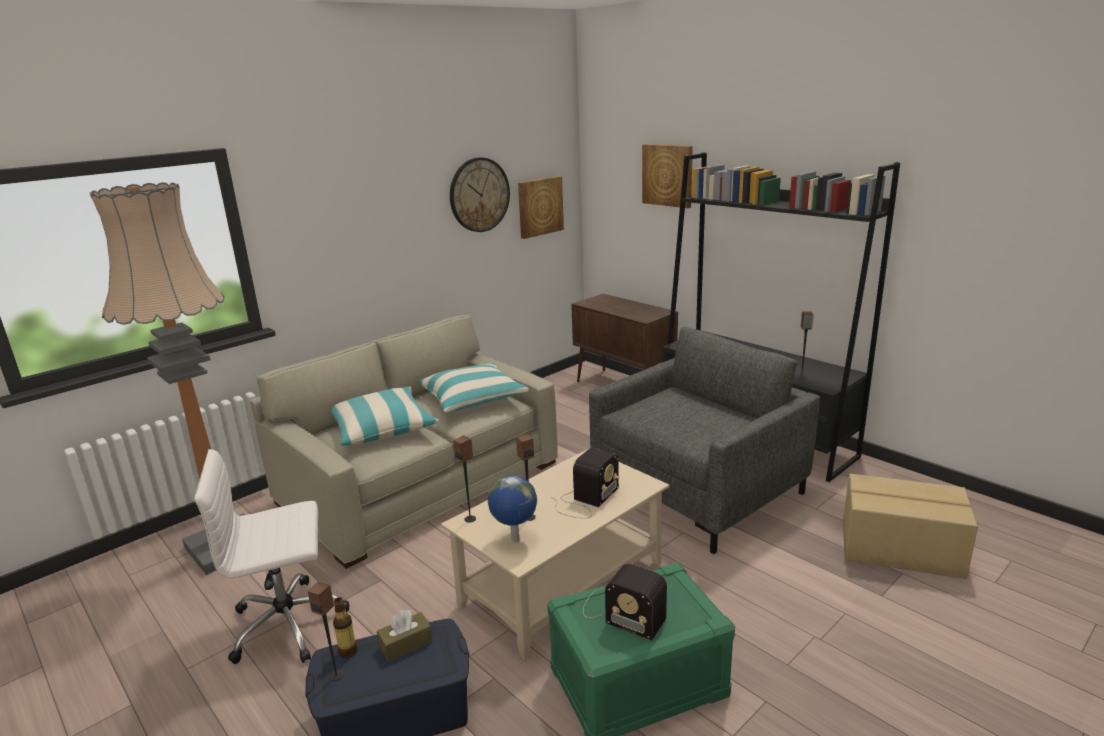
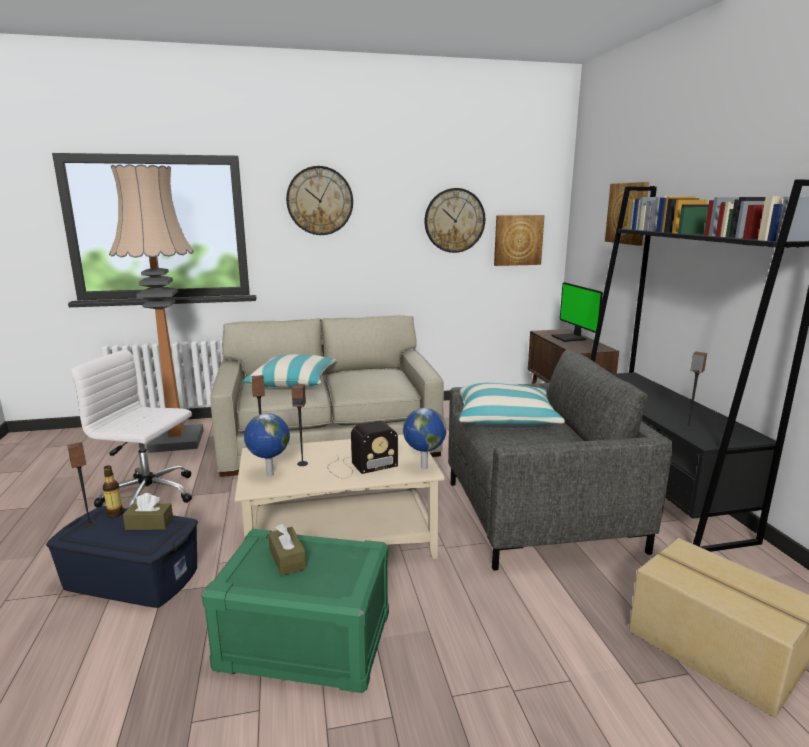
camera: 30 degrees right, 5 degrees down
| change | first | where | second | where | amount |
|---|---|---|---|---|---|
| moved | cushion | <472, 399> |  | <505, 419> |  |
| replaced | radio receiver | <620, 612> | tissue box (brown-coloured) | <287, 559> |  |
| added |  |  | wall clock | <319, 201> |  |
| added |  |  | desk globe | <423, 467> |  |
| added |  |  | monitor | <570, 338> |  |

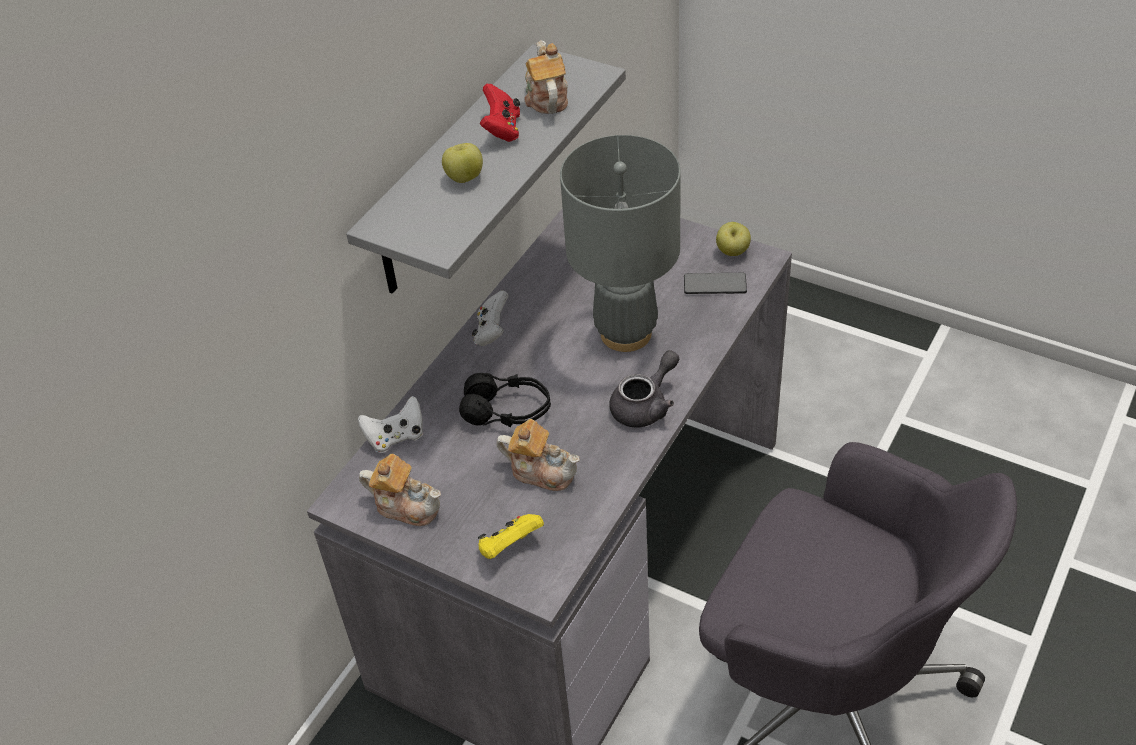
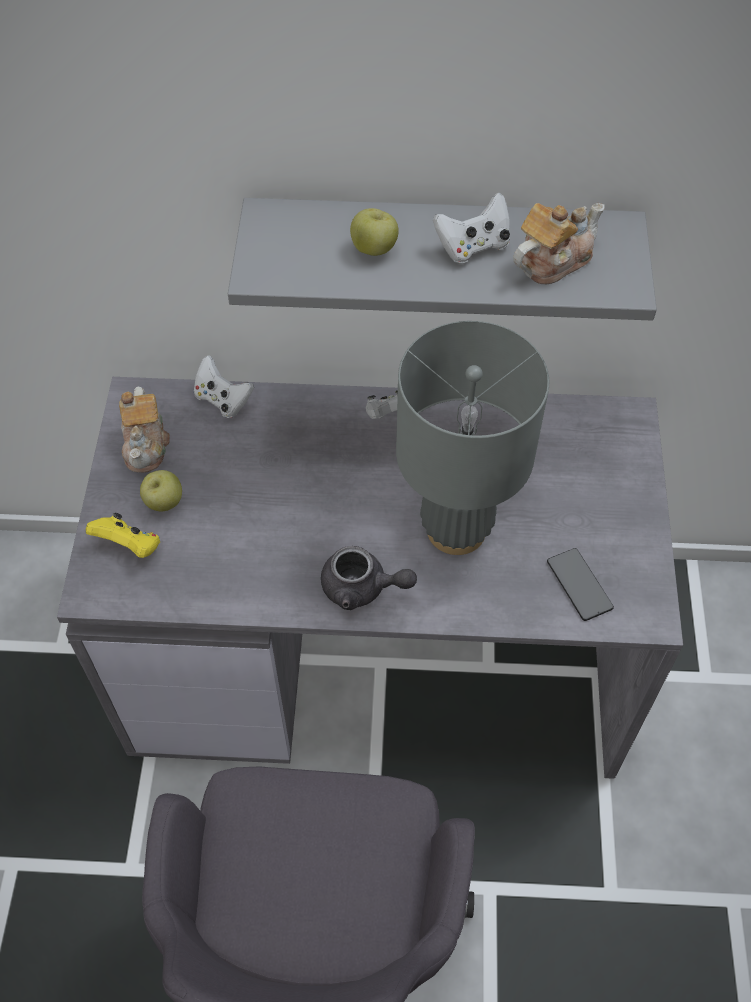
camera: 60 degrees right, 10 degrees up
| change | first | where | second | where | amount |
|---|---|---|---|---|---|
| removed | pair of headphones (black-coloured) | <507, 411> |  |  |  |
| recoloured | joypad (red-coloured) | <502, 129> | joypad (white-coloured) | <473, 246> |  |
| removed | teapot | <541, 471> |  |  |  |
| moved | whole apple | <732, 252> |  | <164, 502> |  |

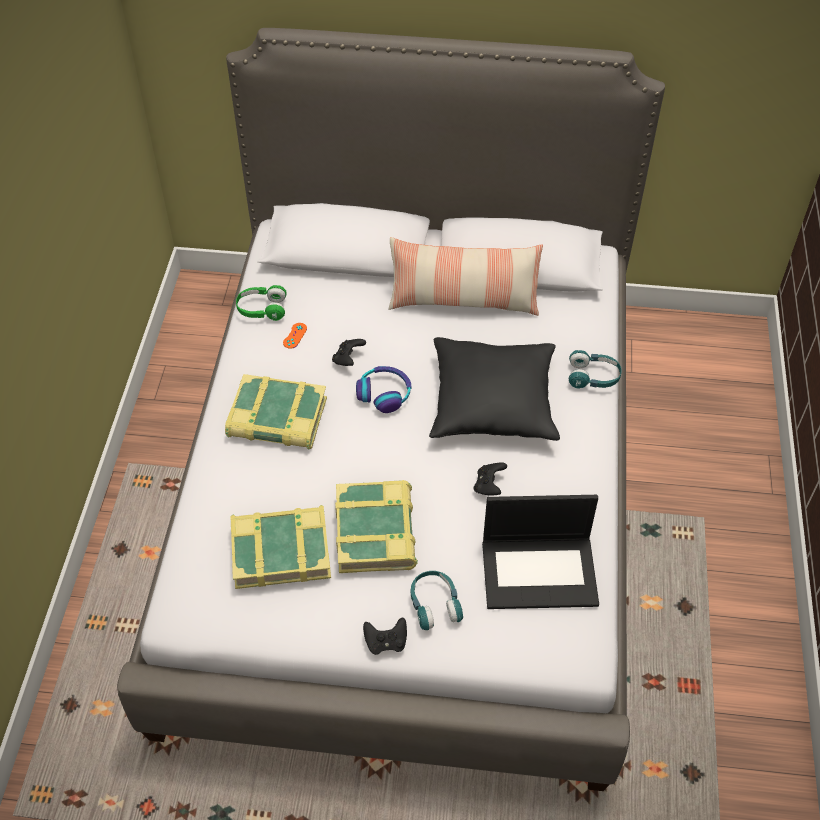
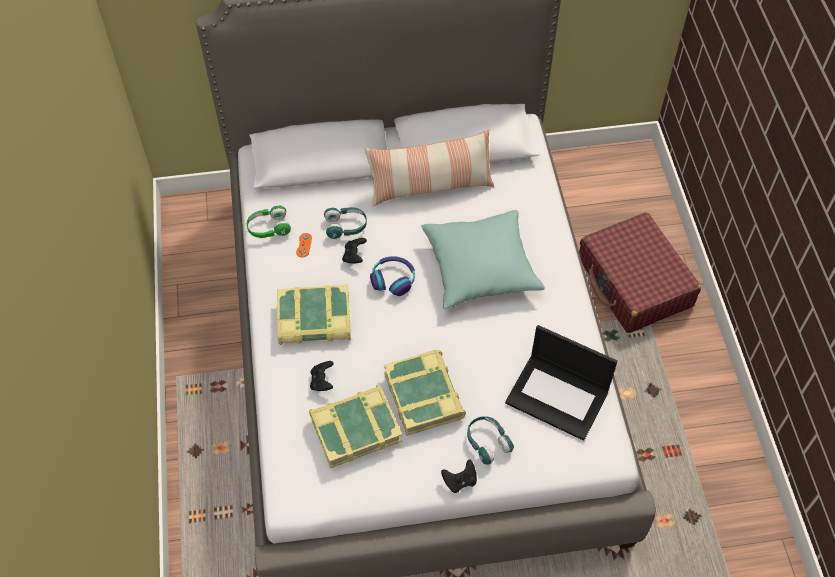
camera: 15 degrees left, 5 degrees up
| change | first | where | second | where | amount |
|---|---|---|---|---|---|
| recoloured | cushion (black-coloured) | <493, 402> | cushion (turquoise-coloured) | <480, 268> |  |
| moved | joypad (black-coloured) | <489, 486> |  | <322, 381> |  |
| turned | notebook computer | <540, 571> |  | <558, 397> | 45 degrees clockwise |
| moved | pair of headphones (turquoise-coloured) | <593, 377> |  | <346, 226> |  |
| added |  |  | piece of luggage (red-coloured) | <634, 283> |  |

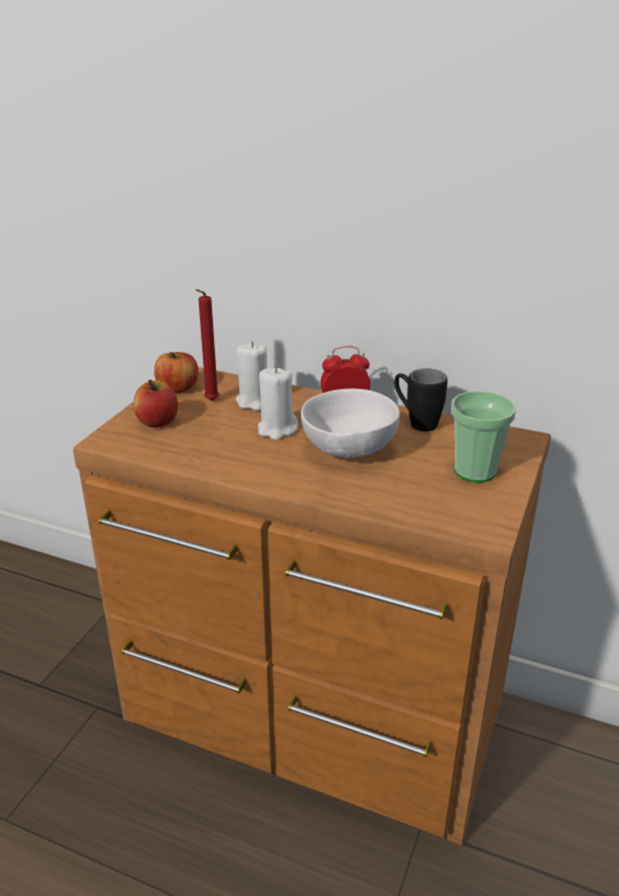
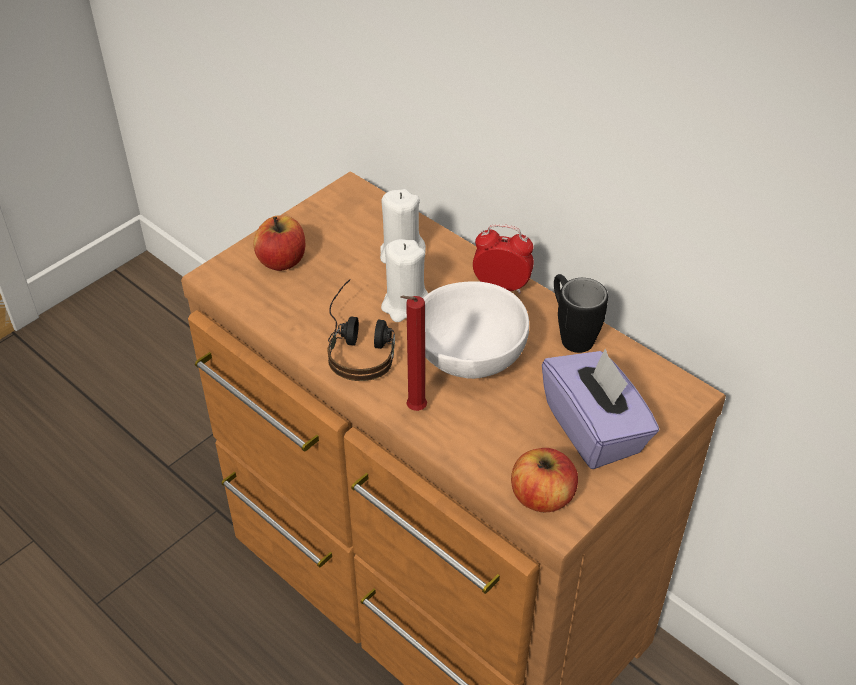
camera: 20 degrees right, 15 degrees up
| change | first | where | second | where | amount |
|---|---|---|---|---|---|
| moved | whole apple | <178, 388> |  | <542, 496> |  |
| moved | wax candle (red-coloured) | <210, 402> |  | <413, 410> |  |
| replaced | small cup | <475, 471> | tissue box (purple-coloured) | <594, 429> |  |
| added |  |  | pair of headphones | <361, 343> |  |

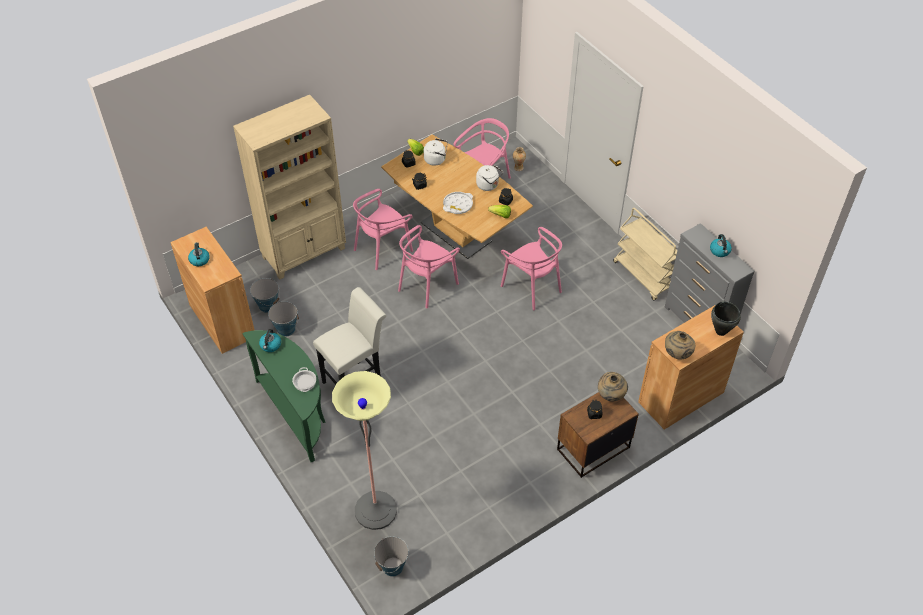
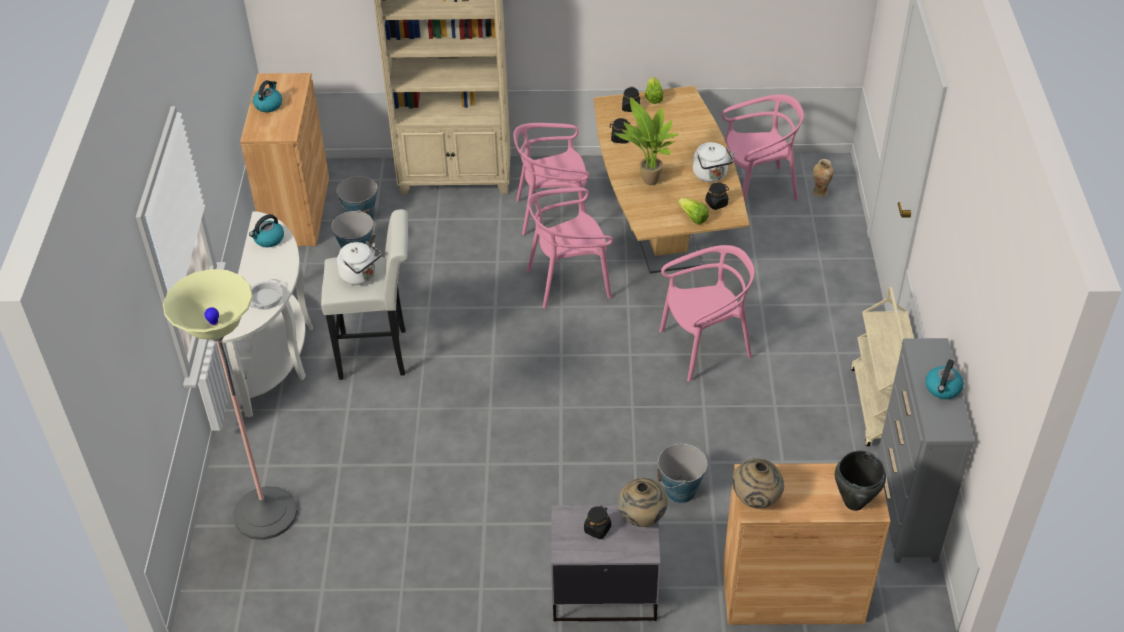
camera: 35 degrees right, 5 degrees down
| change | first | where | second | where | amount |
|---|---|---|---|---|---|
| recoloured | console table (green-coloured) | <297, 413> | console table (white-coloured) | <281, 353> |  |
| moved | water bucket | <392, 566> |  | <680, 491> |  |
| moved | kettle (white-coloured) | <436, 159> |  | <361, 276> |  |
| replaced | serving tray (white-coloured) | <458, 205> | plant in a pot | <647, 182> |  |
| turned | chair (pinkish) | <532, 287> |  | <705, 347> | 105 degrees counterclockwise |
| recoloured | bedside table (brown-coloured) | <592, 448> | bedside table (grey) | <603, 592> |  |

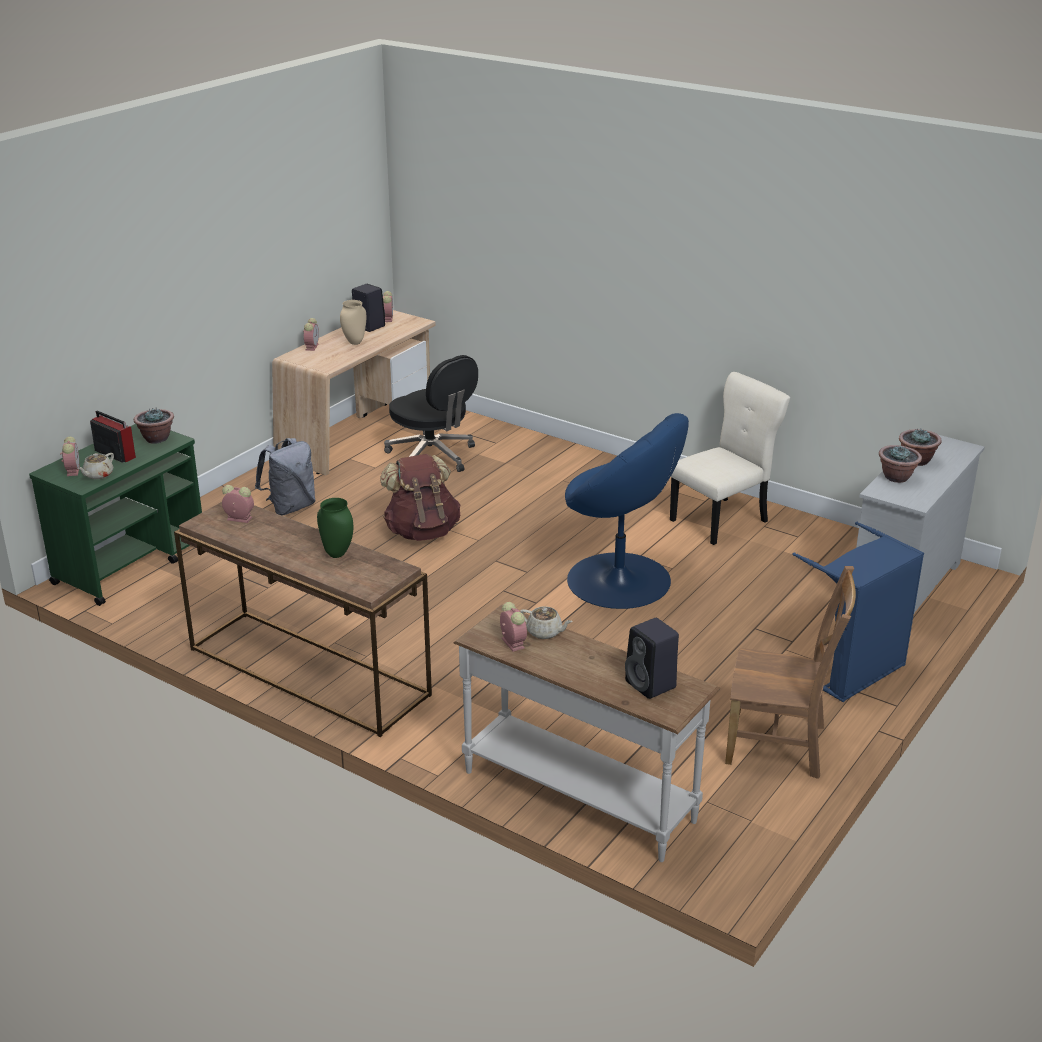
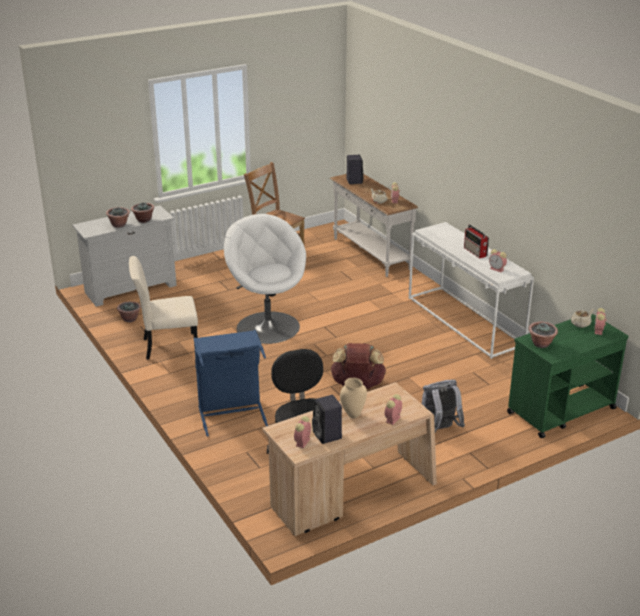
camera: 155 degrees left, 0 degrees up
| change | first | where | second | where | amount |
|---|---|---|---|---|---|
| moved | radio receiver | <114, 453> |  | <475, 252> |  |
| recoloured | console table (brown-coloured) | <306, 672> | console table (white-coloured) | <466, 321> |  |
| removed | decorative vase (green-coloured) | <337, 554> |  |  |  |
| recoloured | lounge chair (bluish) | <620, 581> | lounge chair (white-coloured) | <267, 326> |  |
| moved | washing basket (bluish) | <852, 672> |  | <231, 413> |  |
| added |  |  | plant in a pot | <130, 319> |  |

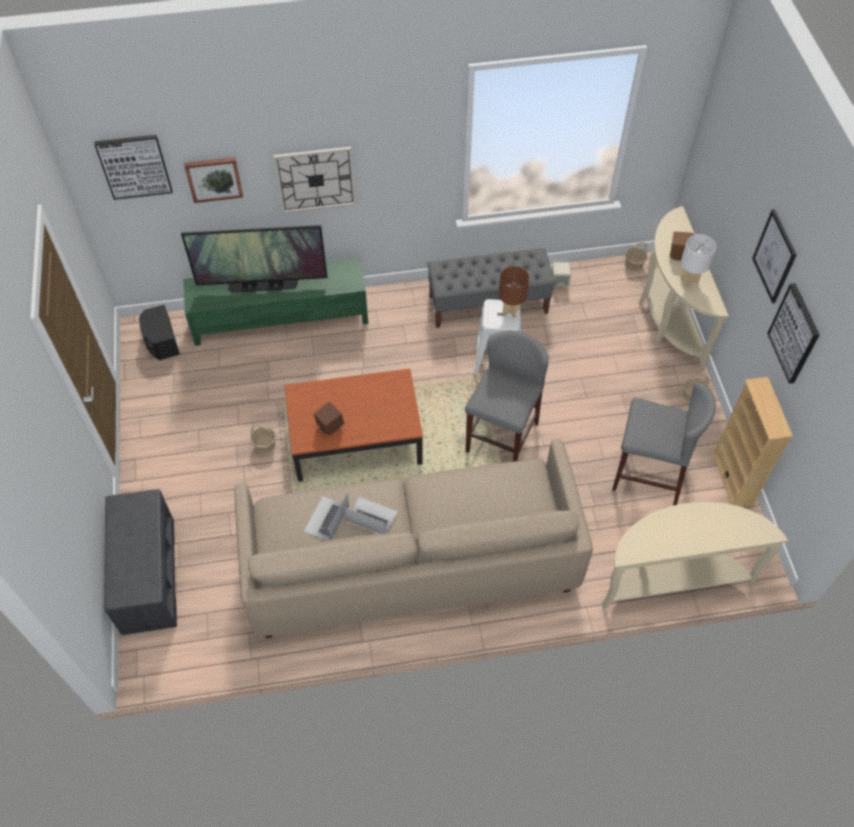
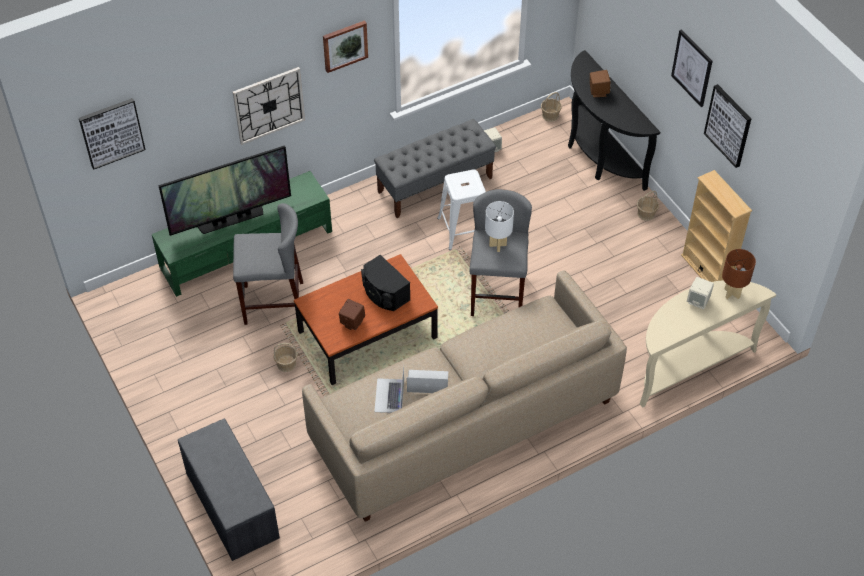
camera: 20 degrees left, 5 degrees down
| change | first | where | second | where | amount |
|---|---|---|---|---|---|
| moved | audio speaker (black-coloured) | <161, 341> |  | <384, 293> |  |
| moved | wall art | <214, 178> |  | <344, 45> |  |
| moved | tabletop lamp (brown-coloured) | <510, 311> |  | <731, 293> |  |
| moved | sitting stool (grey) | <648, 474> |  | <273, 303> |  |
| recoloured | console table (beige-coloured) | <666, 320> | console table (black-coloured) | <598, 155> |  |
| moved | tabletop lamp (white-coloured) | <689, 280> |  | <497, 245> |  |
| added |  |  | audio speaker (beige-coloured) | <698, 301> |  |

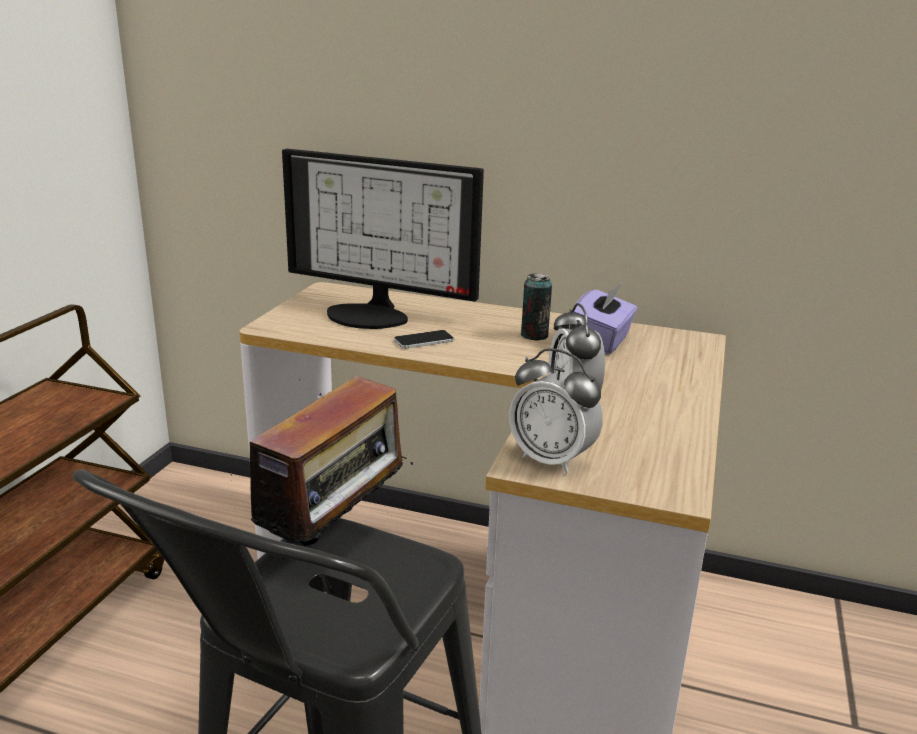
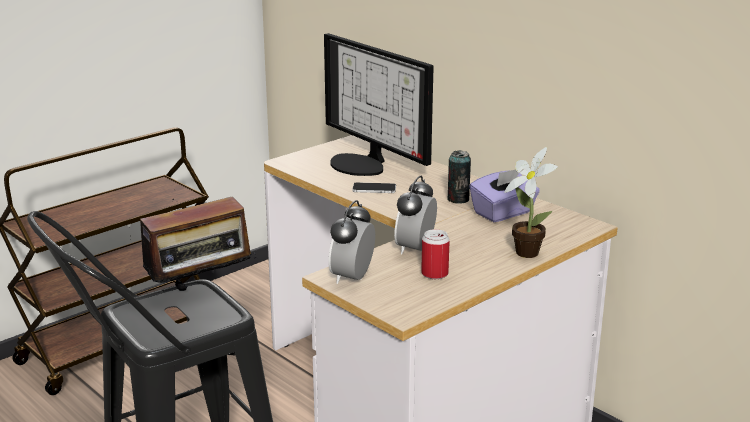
camera: 30 degrees right, 0 degrees up
| change | first | where | second | where | amount |
|---|---|---|---|---|---|
| turned | table clock | <552, 460> |  | <352, 278> | 45 degrees clockwise |
| added |  |  | sealed can | <434, 274> |  |
| added |  |  | plant in a pot | <526, 251> |  |

